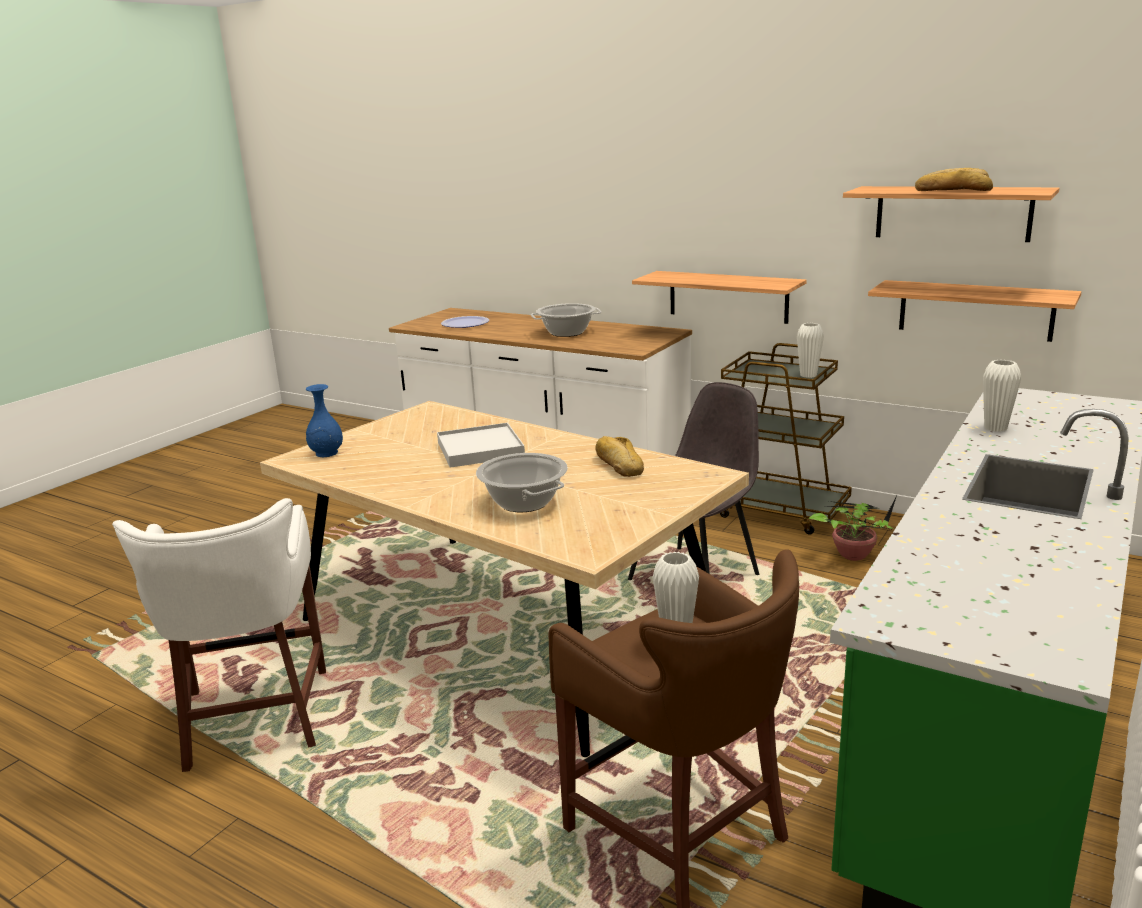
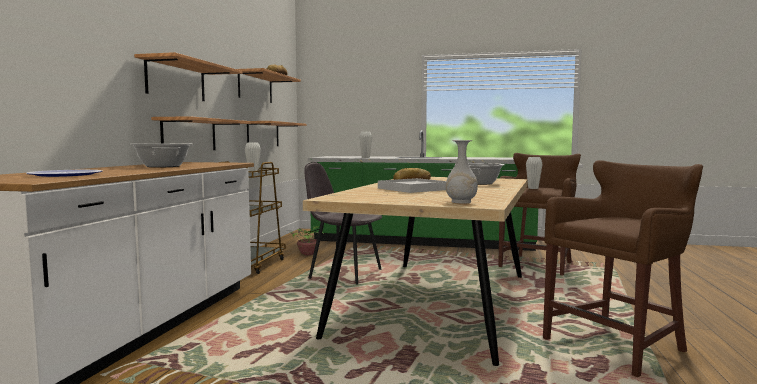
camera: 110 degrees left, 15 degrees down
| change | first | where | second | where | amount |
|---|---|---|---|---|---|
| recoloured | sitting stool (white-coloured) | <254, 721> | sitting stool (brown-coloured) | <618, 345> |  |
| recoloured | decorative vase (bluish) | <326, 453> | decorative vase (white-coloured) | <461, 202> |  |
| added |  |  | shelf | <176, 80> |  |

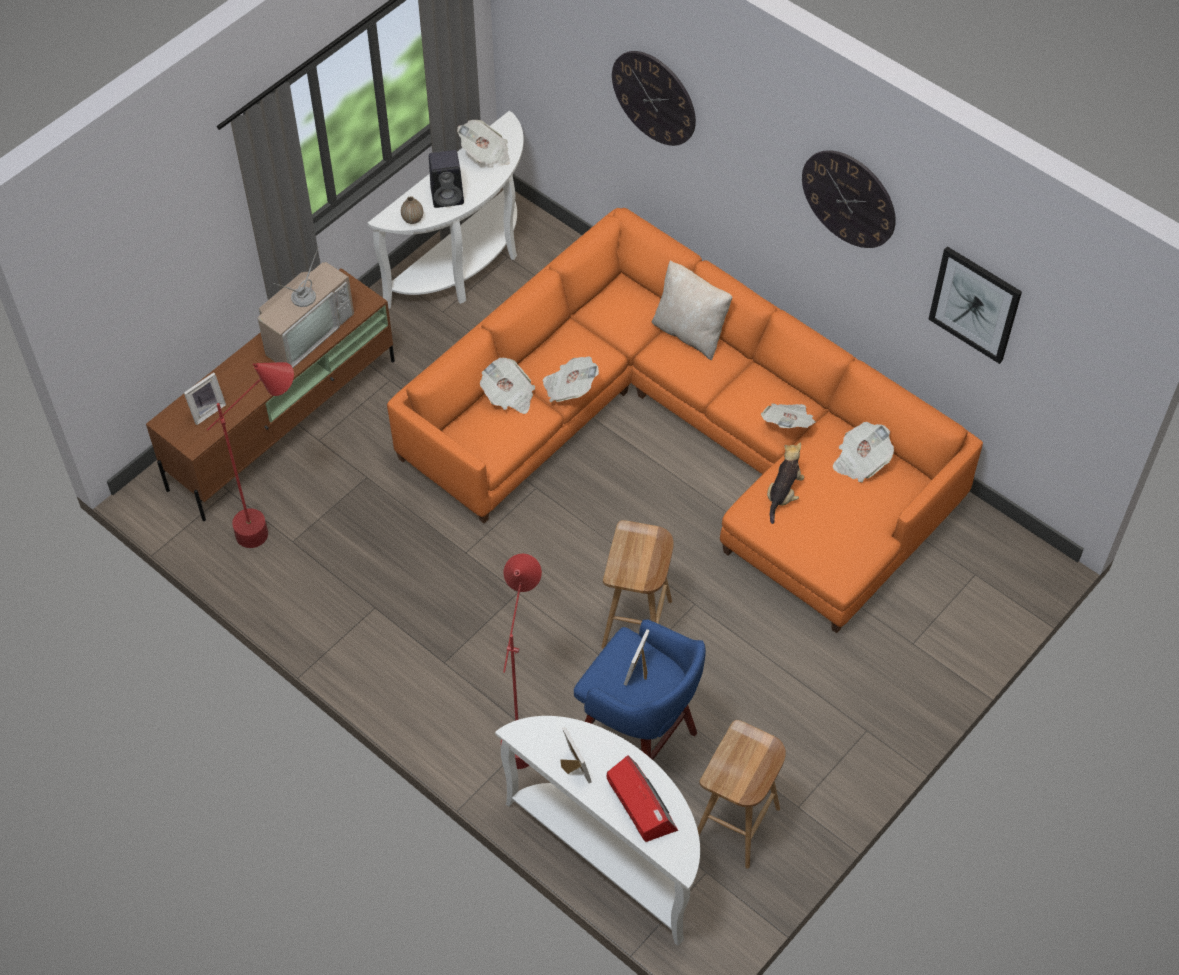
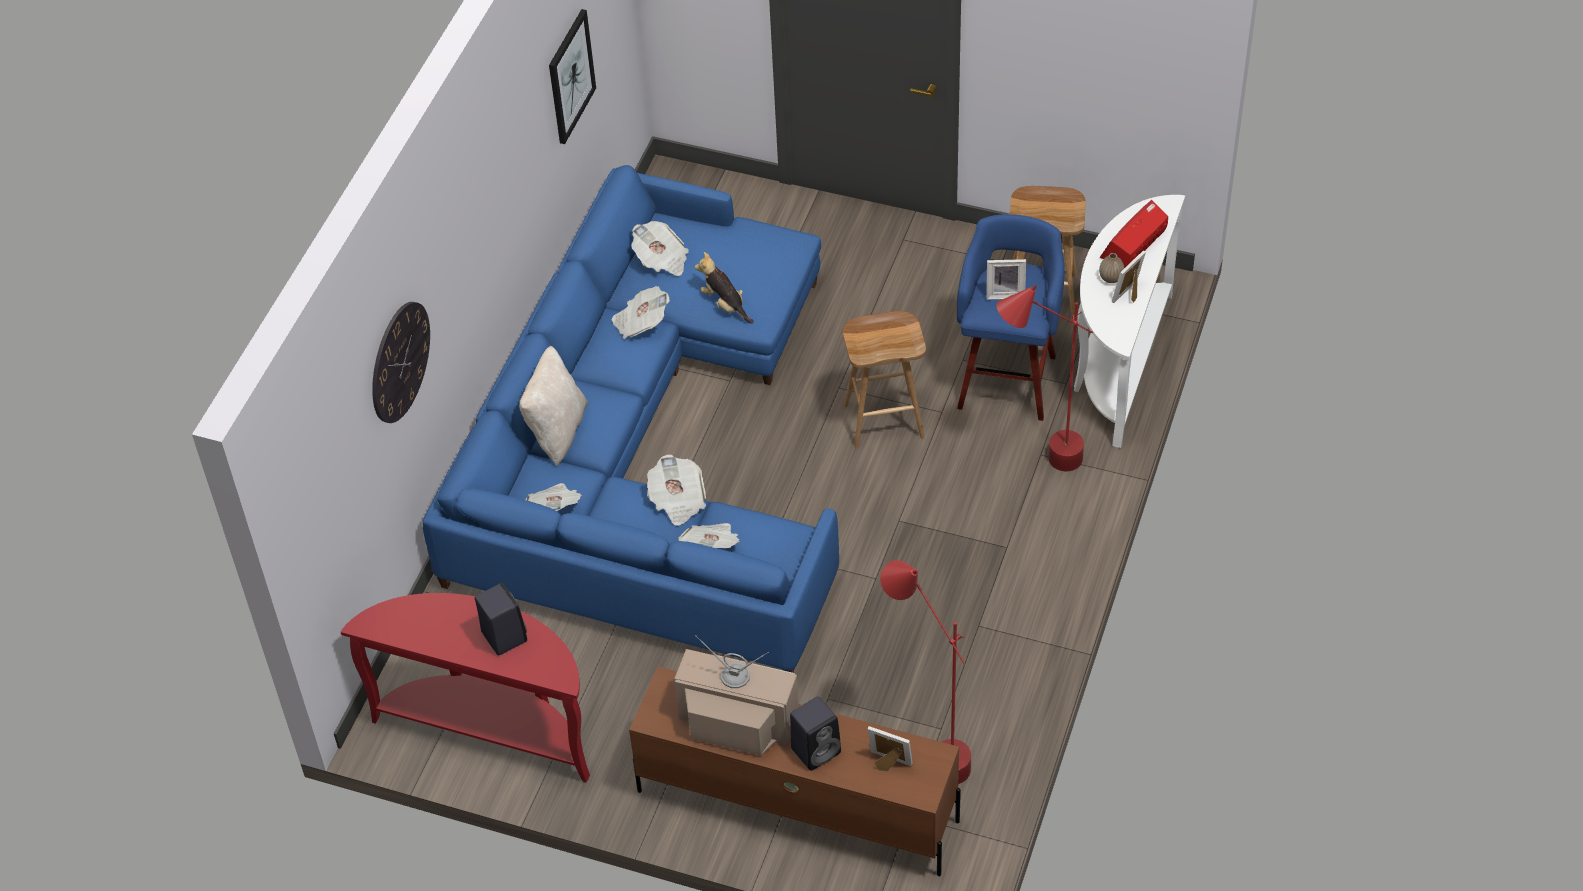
camera: 110 degrees left, 5 degrees down
| change | first | where | second | where | amount |
|---|---|---|---|---|---|
| recoloured | console table (white-coloured) | <467, 266> | console table (red-coloured) | <491, 726> |  |
| recoloured | settee (orangey) | <689, 438> | settee (bluish) | <646, 452> |  |
| moved | decorative vase | <412, 219> |  | <1111, 278> |  |
| moved | daily paper | <486, 154> |  | <554, 508> |  |
| turned | soft toy | <783, 494> |  | <725, 304> | 45 degrees clockwise |
| removed | wall clock | <849, 198> |  |  |  |
| added |  |  | audio speaker (black-coloured) | <817, 749> |  |

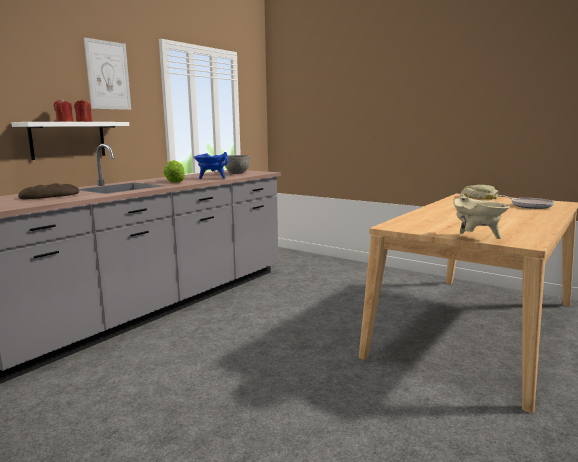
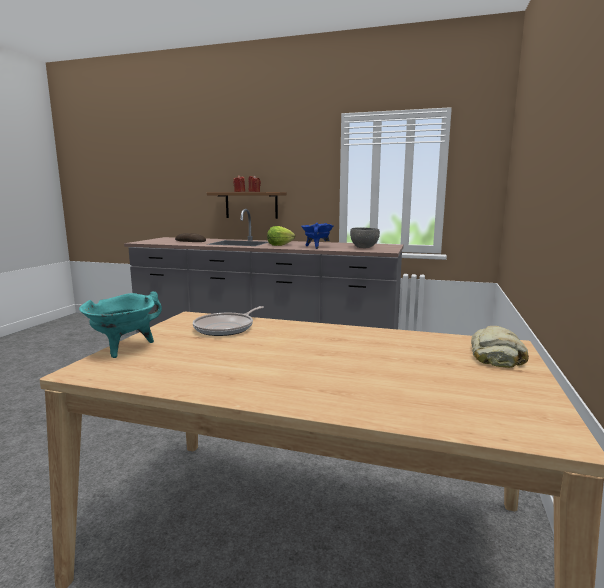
camera: 70 degrees right, 0 degrees up
| change | first | where | second | where | amount |
|---|---|---|---|---|---|
| recoloured | shelf (white-coloured) | <68, 140> | shelf (brown-coloured) | <251, 205> |  |
| removed | wall art | <108, 75> |  |  |  |
| recoloured | stockpot (beige-coloured) | <476, 238> | stockpot (turquoise-coloured) | <123, 348> |  |
| moved | pan | <529, 206> |  | <226, 328> |  |

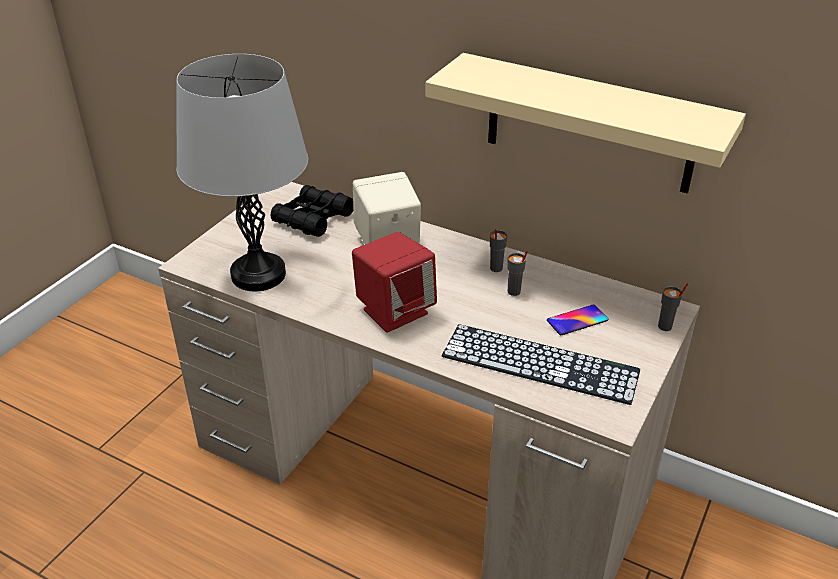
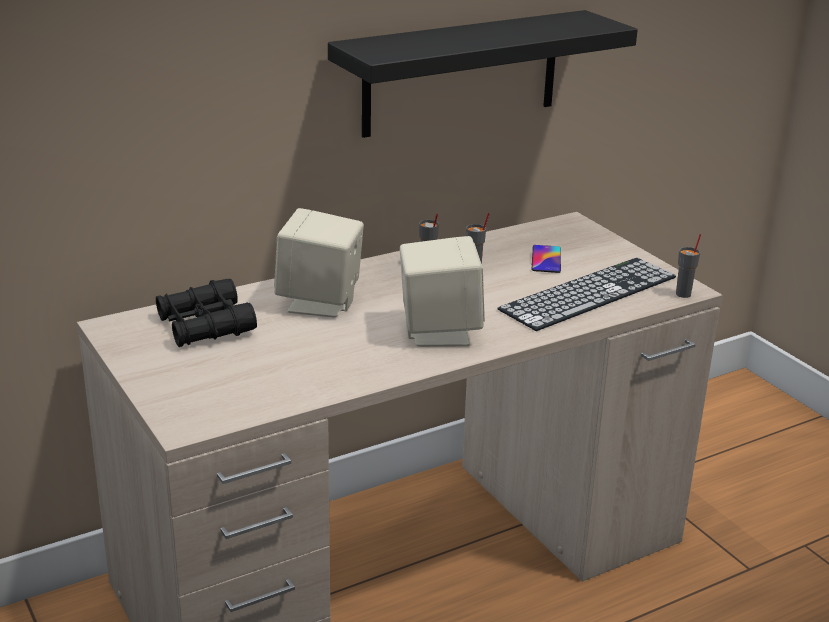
camera: 60 degrees left, 10 degrees down
| change | first | where | second | where | amount |
|---|---|---|---|---|---|
| removed | tabletop lamp (grey) | <258, 275> |  |  |  |
| recoloured | audio speaker (red-coloured) | <395, 311> | audio speaker (beige-coloured) | <438, 331> |  |
| recoloured | shelf (beige-coloured) | <589, 124> | shelf (black-coloured) | <461, 73> |  |
| moved | small cup (grey) | <665, 327> |  | <684, 294> |  |

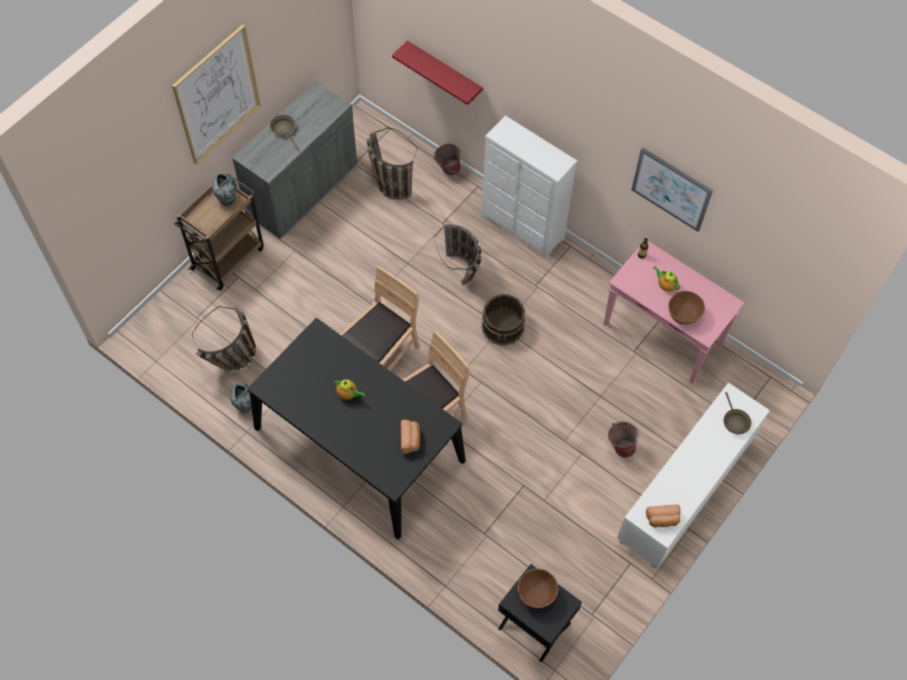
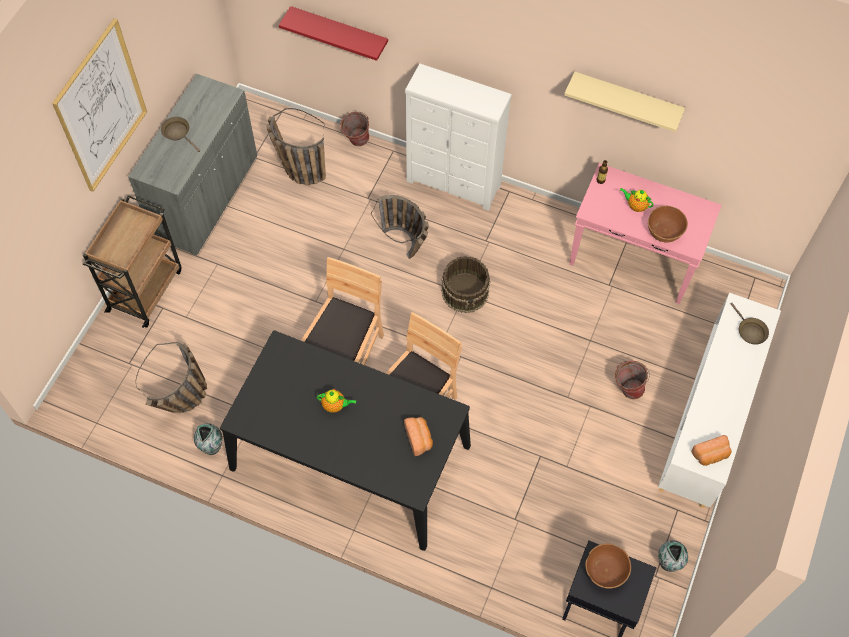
camera: 15 degrees left, 0 degrees up
| change | first | where | second | where | amount |
|---|---|---|---|---|---|
| moved | decorative vase | <227, 198> |  | <668, 562> |  |
| replaced | wall art | <671, 189> | shelf (beige-coloured) | <626, 99> |  |

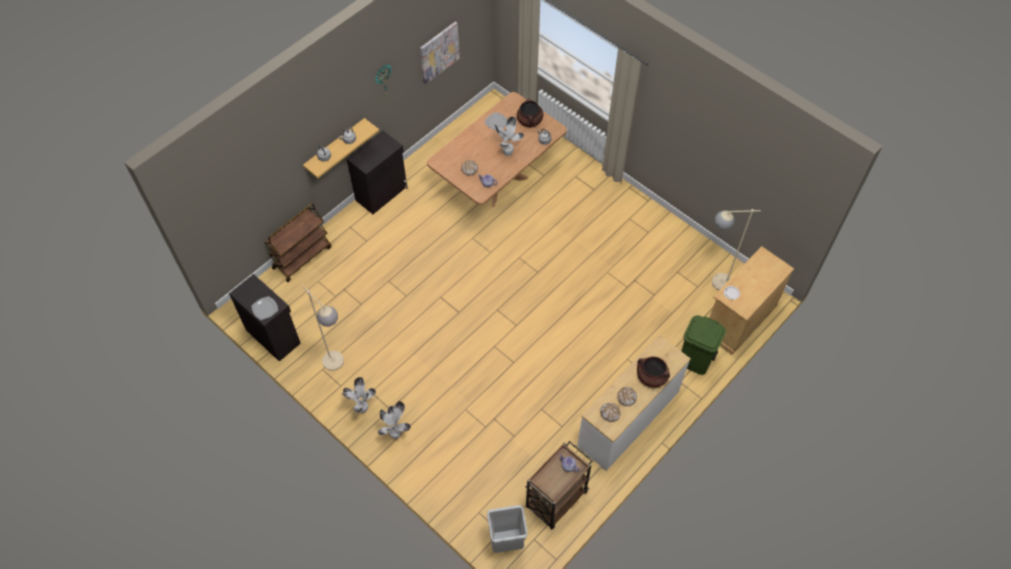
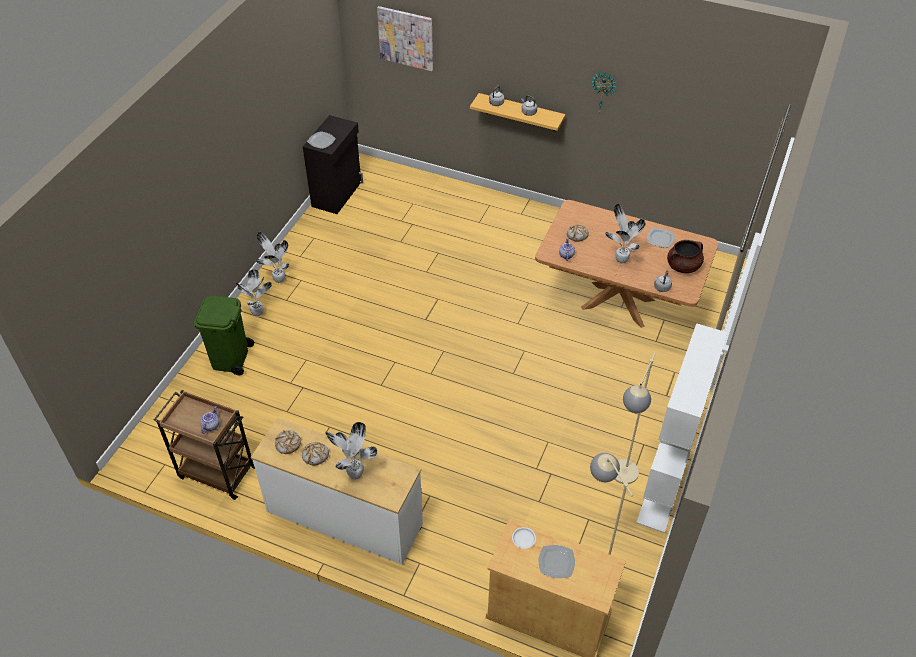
camera: 70 degrees right, 10 degrees down
| change | first | where | second | where | amount |
|---|---|---|---|---|---|
| removed | wheeled cart (brown-coloured) | <302, 257> |  |  |  |
| moved | standard lamp (beige-coloured) | <338, 366> |  | <621, 480> |  |
| removed | cabinet (black-coloured) | <382, 193> |  |  |  |
| moved | wall art | <439, 52> |  | <406, 38> |  |
| removed | trash can (grey) | <506, 543> |  |  |  |
| replaced | stockpot (brown-coloured) | <651, 377> | plant in a pot | <354, 474> |  |
| moved | trash can (green-coloured) | <695, 360> |  | <230, 359> |  |
| added |  |  | flat dish | <556, 562> |  |
| added |  |  | bookshelf (white-coloured) | <664, 487> |  |

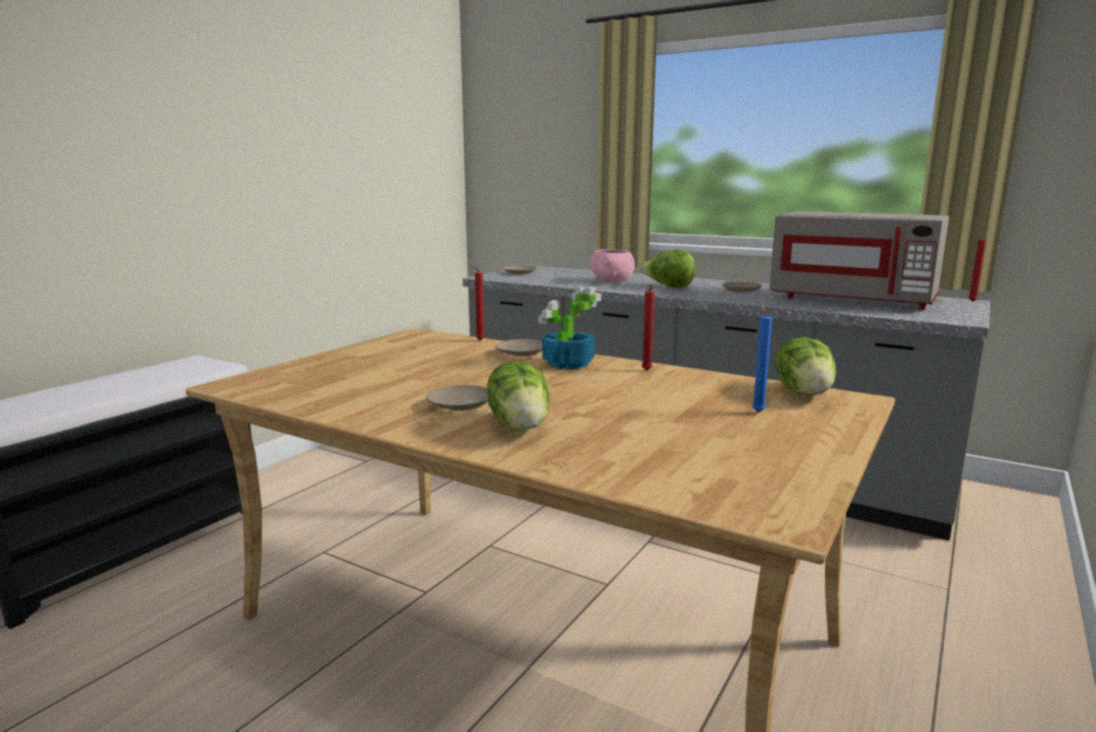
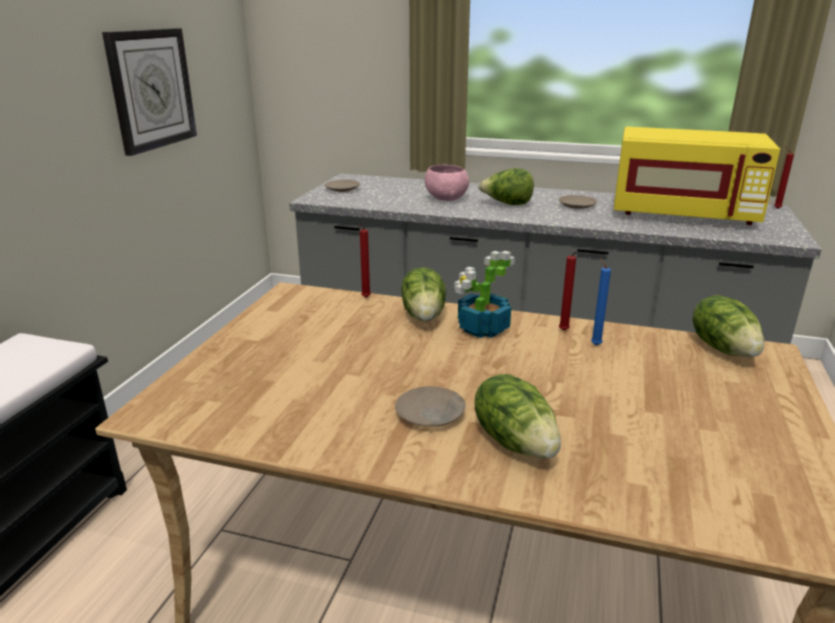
camera: 15 degrees left, 10 degrees up
| change | first | where | second | where | amount |
|---|---|---|---|---|---|
| replaced | flat dish (beige-coloured) | <522, 353> | lettuce | <424, 315> |  |
| moved | wax candle (bluish) | <757, 411> |  | <594, 344> |  |
| recoloured | microwave (grey) | <853, 300> | microwave (yellow) | <683, 214> |  |
| added |  |  | wall clock | <151, 89> |  |

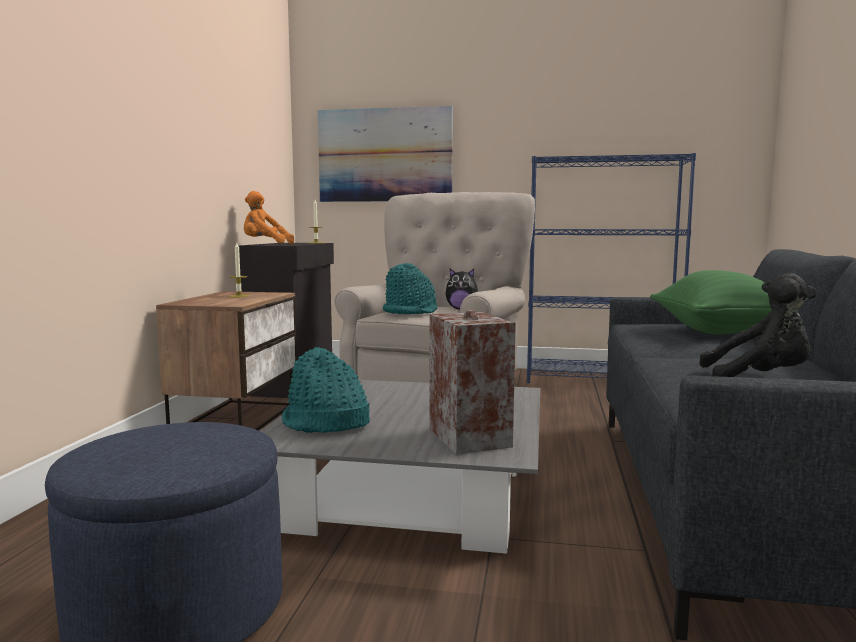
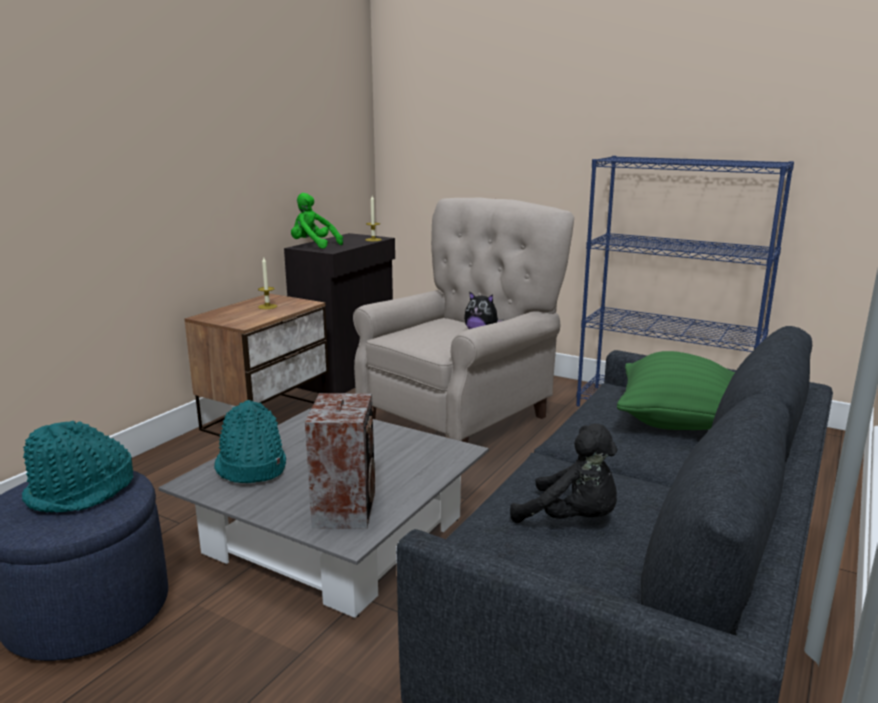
camera: 20 degrees right, 10 degrees up
| change | first | where | second | where | amount |
|---|---|---|---|---|---|
| recoloured | soft toy (orangey) | <264, 244> | soft toy (green-coloured) | <313, 246> |  |
| removed | wall art | <385, 155> |  |  |  |
| moved | clothing hat (turquoise-coloured) | <411, 312> |  | <81, 493> |  |

